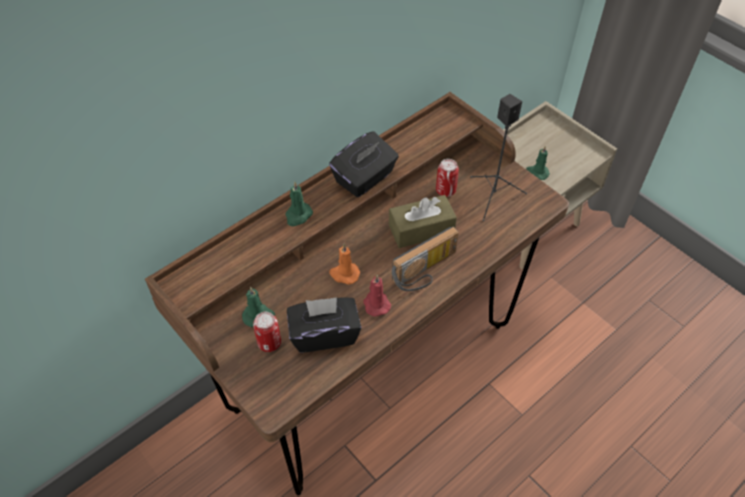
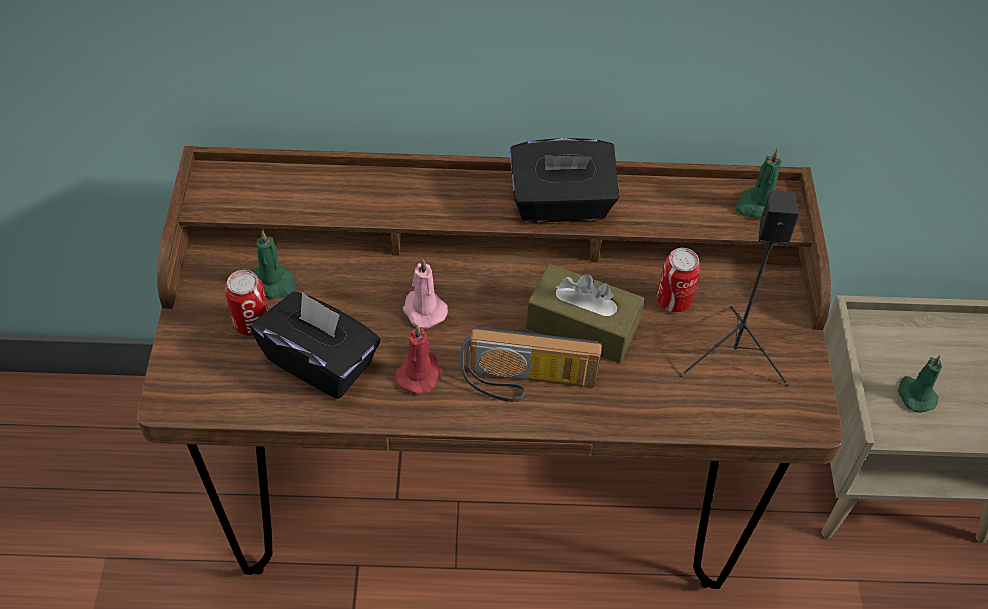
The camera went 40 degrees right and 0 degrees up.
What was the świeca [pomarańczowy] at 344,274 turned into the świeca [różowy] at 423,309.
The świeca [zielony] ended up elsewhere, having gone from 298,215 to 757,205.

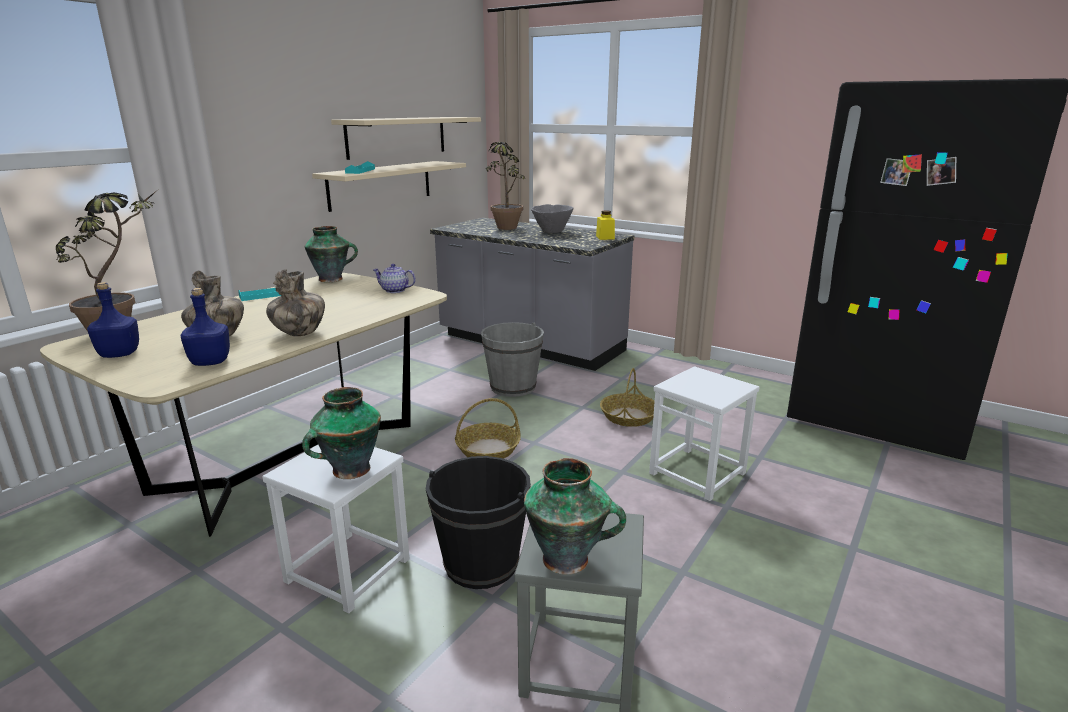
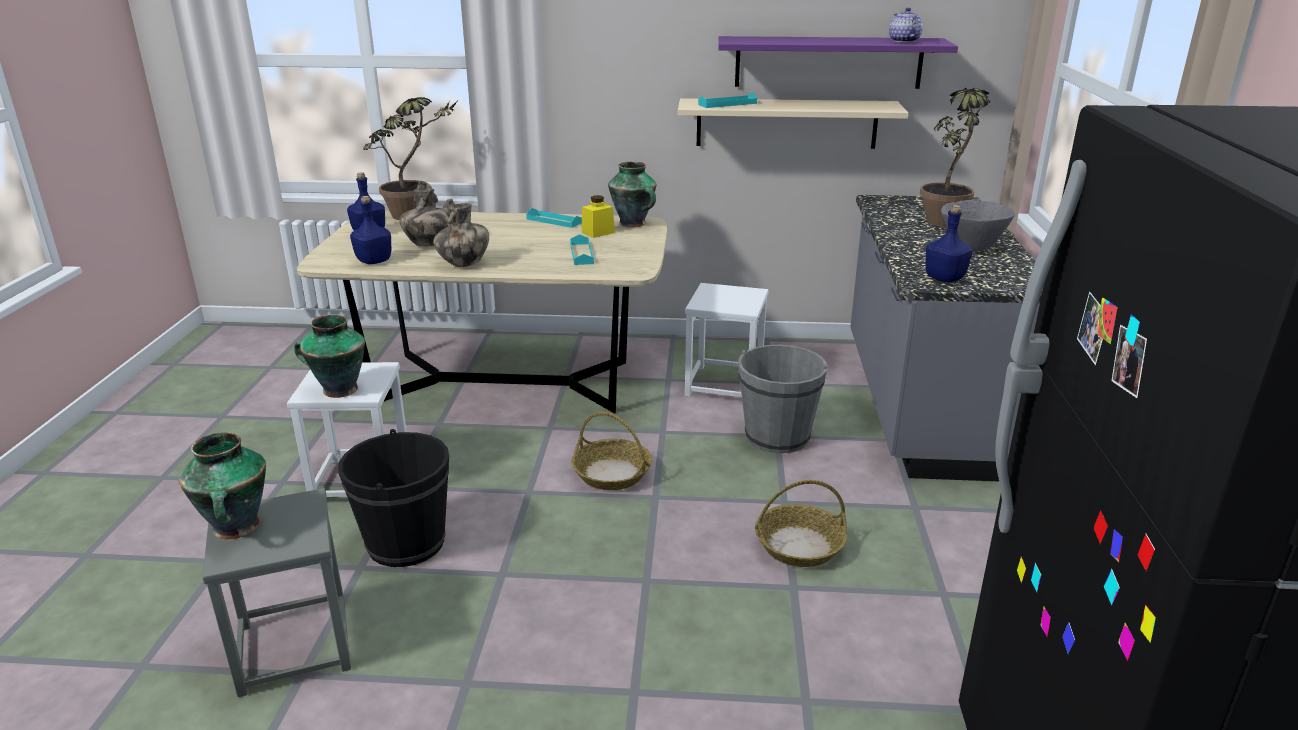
The camera went 60 degrees right and 5 degrees up.
The second view gained the taca [turkusowy] at 581,254.
The słoik [żółty] ended up elsewhere, having gone from 605,237 to 598,232.
The stołek [biały] ended up elsewhere, having gone from 698,473 to 725,385.
What was the półka [beżowy] at 397,136 turned into the półka [fioletowy] at 828,62.
The imbryk ended up elsewhere, having gone from 394,290 to 903,41.
The second view gained the butelka [niebieski] at 944,279.

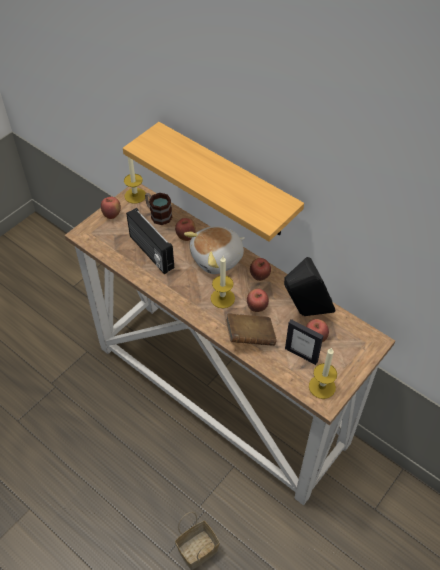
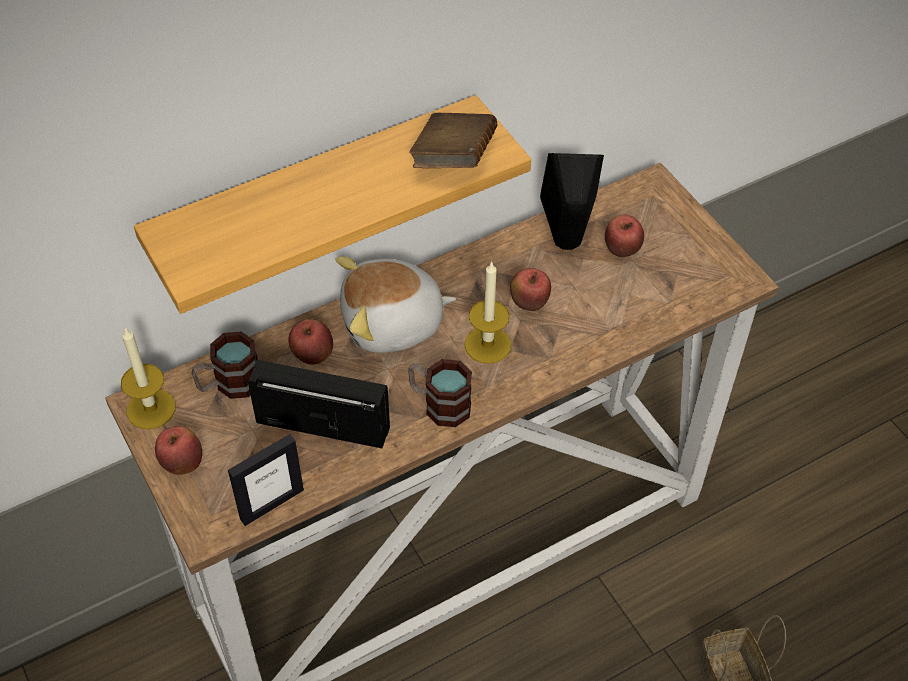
The camera went 70 degrees left and 0 degrees up.
The ramka na zdjęcie ended up elsewhere, having gone from 301,354 to 271,504.
The radio at 150,252 ended up facing another way, 150 degrees counterclockwise from before.
The pluszak at 217,259 ended up facing another way, 90 degrees clockwise from before.
The second view gained the kubek at 439,404.
The książka [brązowy] ended up elsewhere, having gone from 250,337 to 453,159.
The second view lost the jabłko at 259,276.
The second view lost the świeca at 322,386.

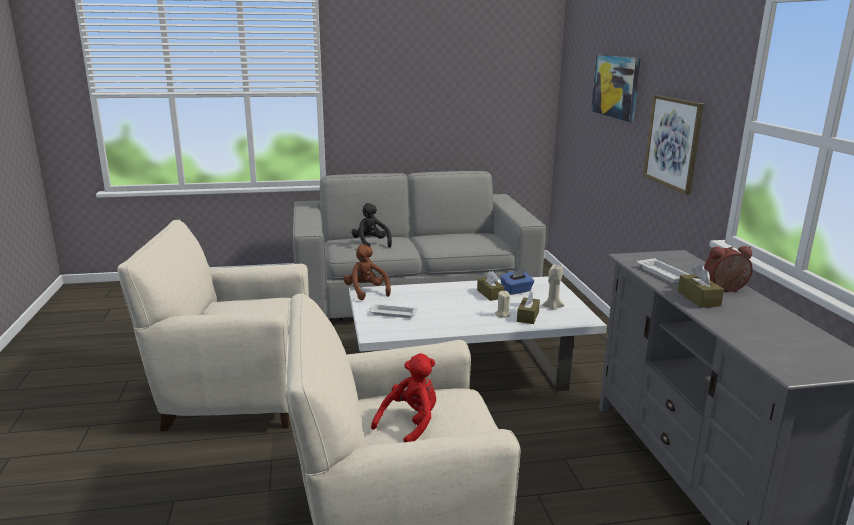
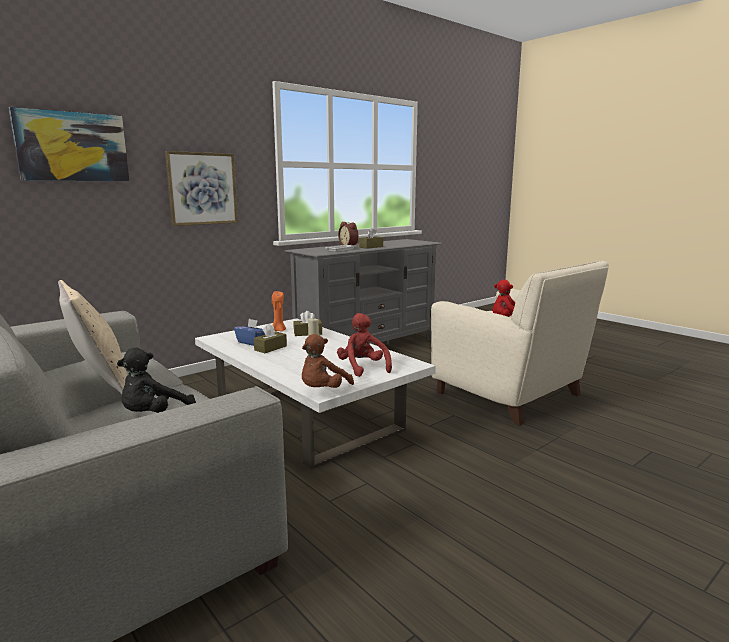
The camera went 120 degrees left and 5 degrees down.
The second view gained the poduszka [beżowy] at 101,389.
What was the świeca [beżowy] at 552,307 turned into the świeca [pomarańczowy] at 278,330.
Where the taca [biały] stood at 392,313, the pluszak [czerwony] came to stand at 363,368.
The second view lost the fotel [beżowy] at 236,393.

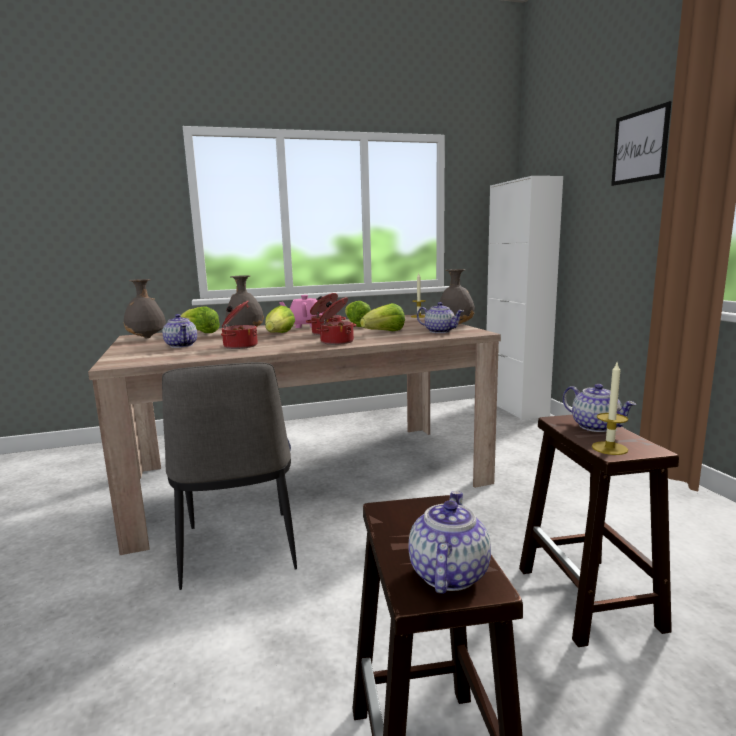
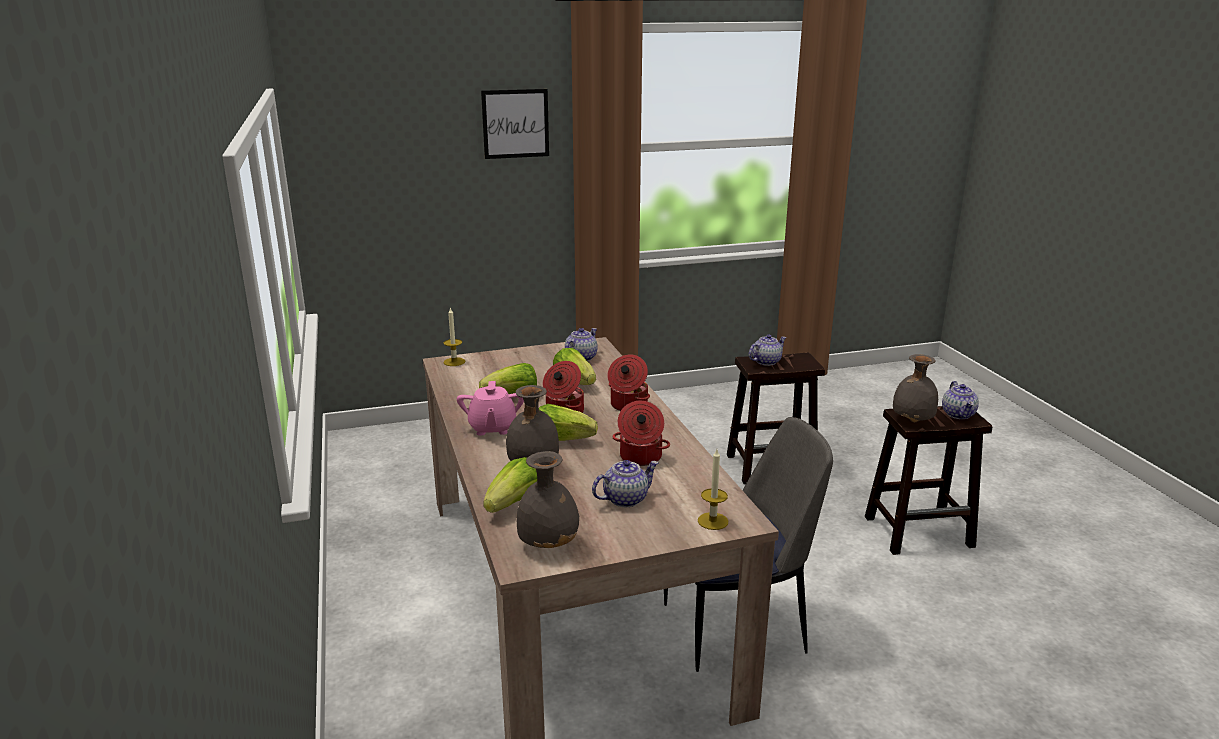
The camera went 90 degrees left and 10 degrees up.
The świeca ended up elsewhere, having gone from 609,448 to 712,521.
The wazon [szary] ended up elsewhere, having gone from 456,326 to 911,420.
The imbryk at 447,573 ended up facing another way, 105 degrees counterclockwise from before.
The second view lost the szafka [biały] at 515,407.

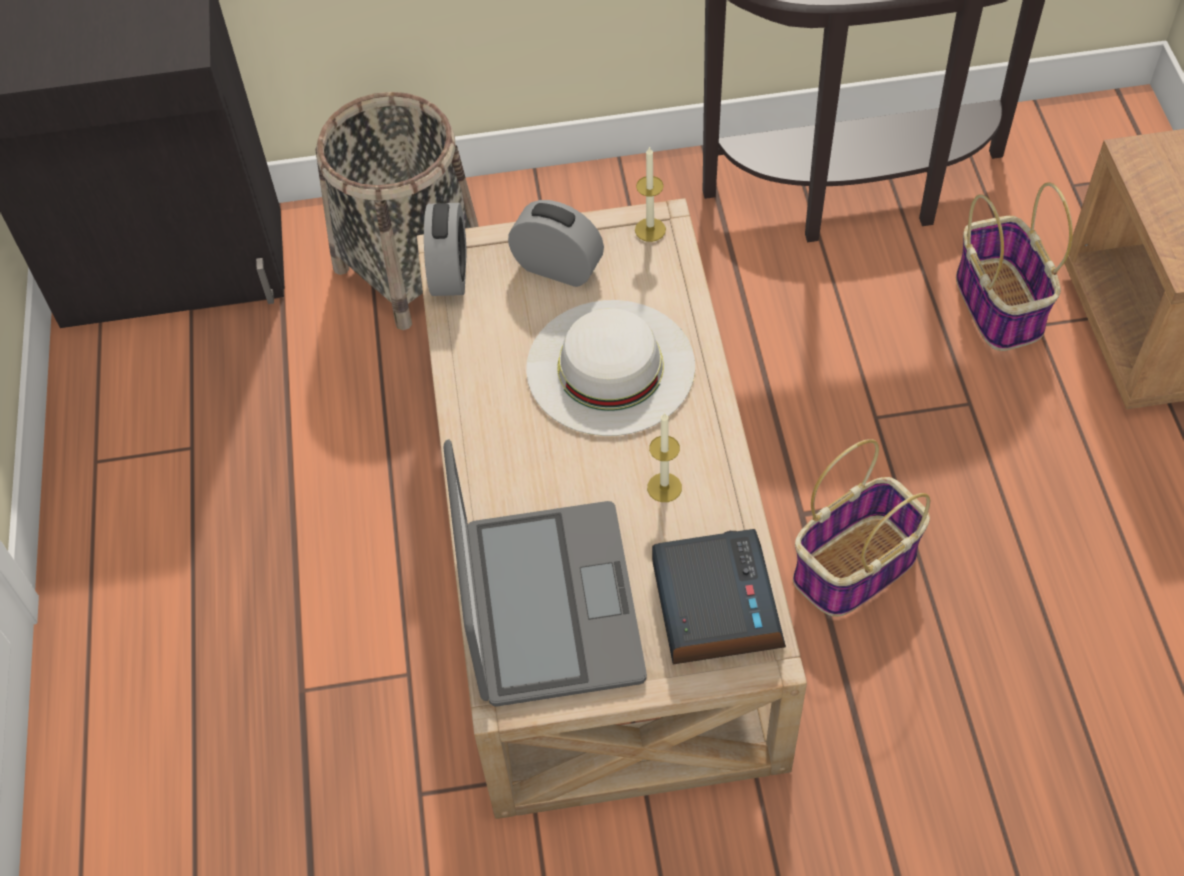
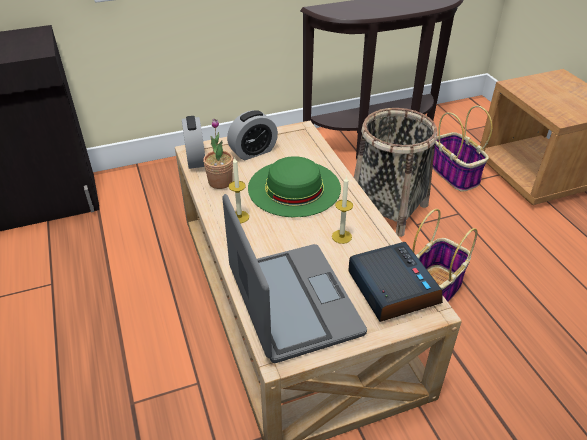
The camera went 15 degrees left and 15 degrees down.
The second view gained the roślina doniczkowa at 220,182.
The budzik at 557,267 ended up facing another way, 135 degrees clockwise from before.
The świeca ended up elsewhere, having gone from 650,230 to 239,217.
What was the kapelusz [biały] at 610,367 turned into the kapelusz [zielony] at 294,187.
The koszyk ended up elsewhere, having gone from 411,268 to 388,209.

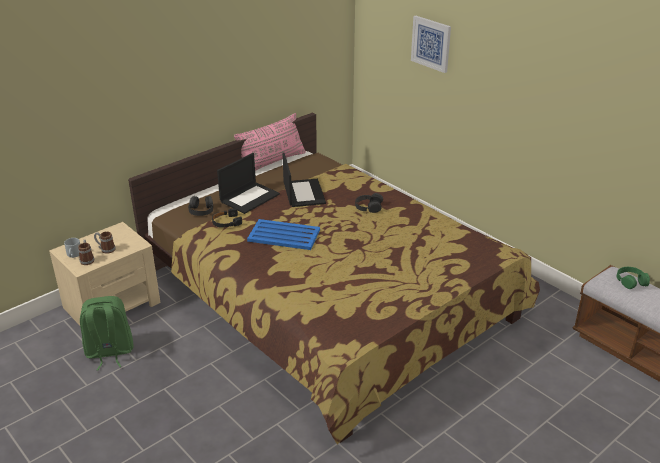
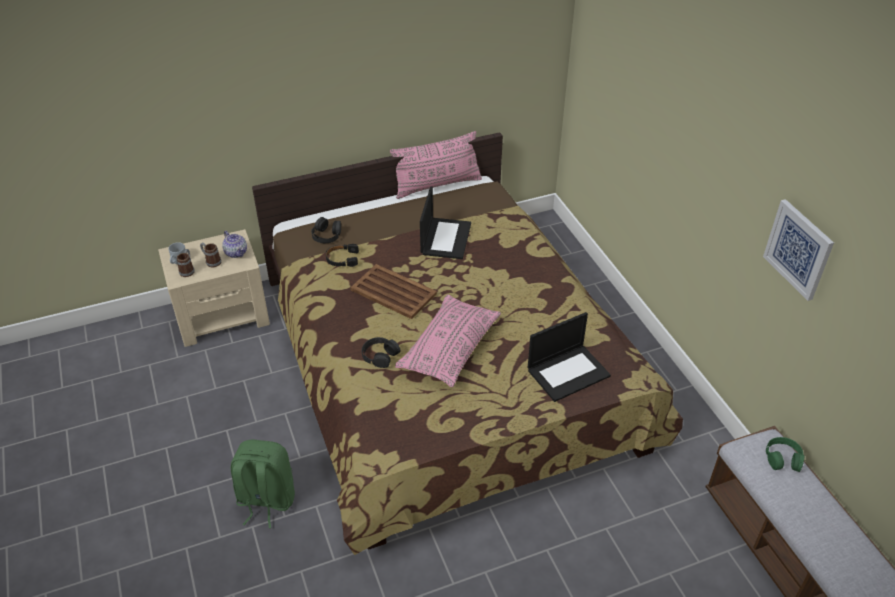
The camera went 20 degrees right and 10 degrees up.
The second view gained the imbryk at 236,252.
The plecak [zielony] ended up elsewhere, having gone from 109,352 to 265,500.
What was the taca [niebieski] at 283,235 turned into the taca [brązowy] at 393,291.
The słuchawki [czarny] ended up elsewhere, having gone from 368,207 to 380,355.
The second view gained the poduszka [różowy] at 449,349.
The laptop ended up elsewhere, having gone from 249,197 to 568,372.
The obraz ended up elsewhere, having gone from 431,43 to 798,249.

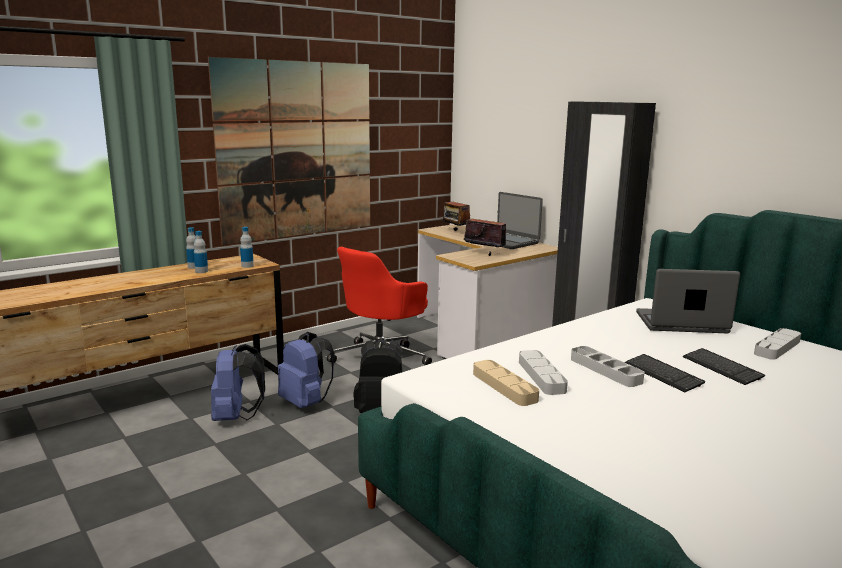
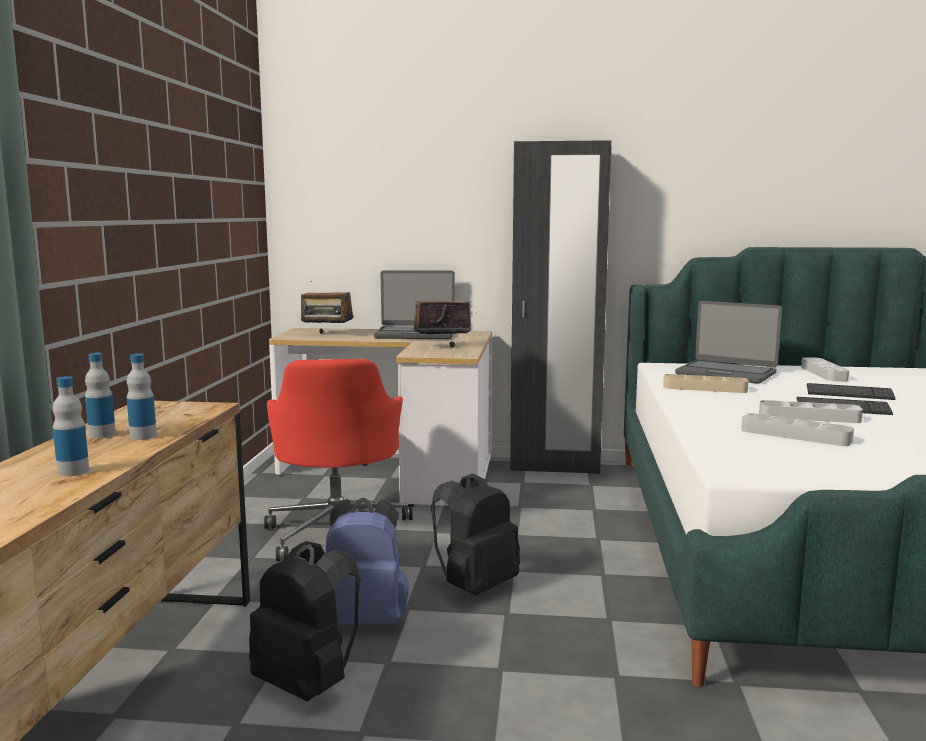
The camera went 45 degrees left and 5 degrees down.
The butelka ended up elsewhere, having gone from 247,266 to 73,471.
What was the plecak [niebieski] at 236,417 turned into the plecak [czarny] at 308,684.
The taca [beżowy] ended up elsewhere, having gone from 504,386 to 704,388.
The laptop at 681,323 ended up facing another way, 105 degrees counterclockwise from before.
The second view lost the obraz at 297,150.

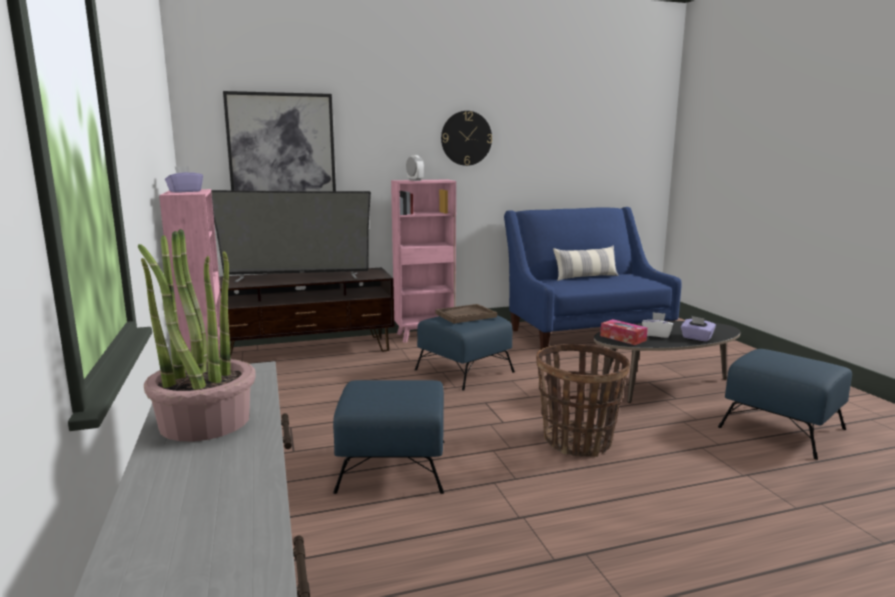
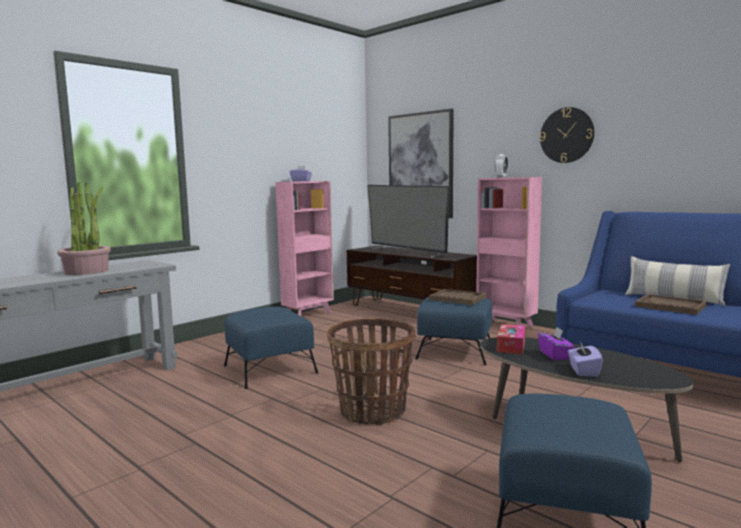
The camera went 60 degrees right and 5 degrees down.
What was the pudełko chusteczek [biały] at 656,335 turned into the pudełko chusteczek [fioletowy] at 555,355.
The second view gained the taca [brązowy] at 670,306.

